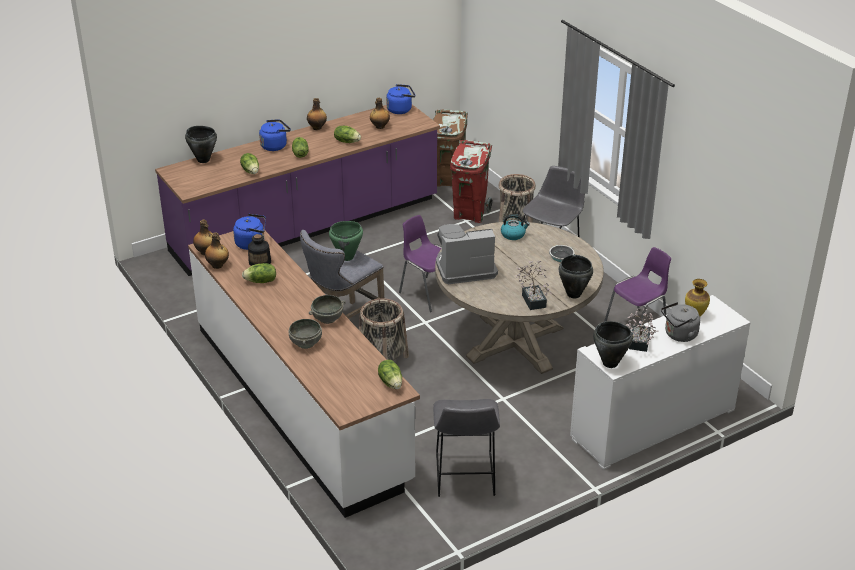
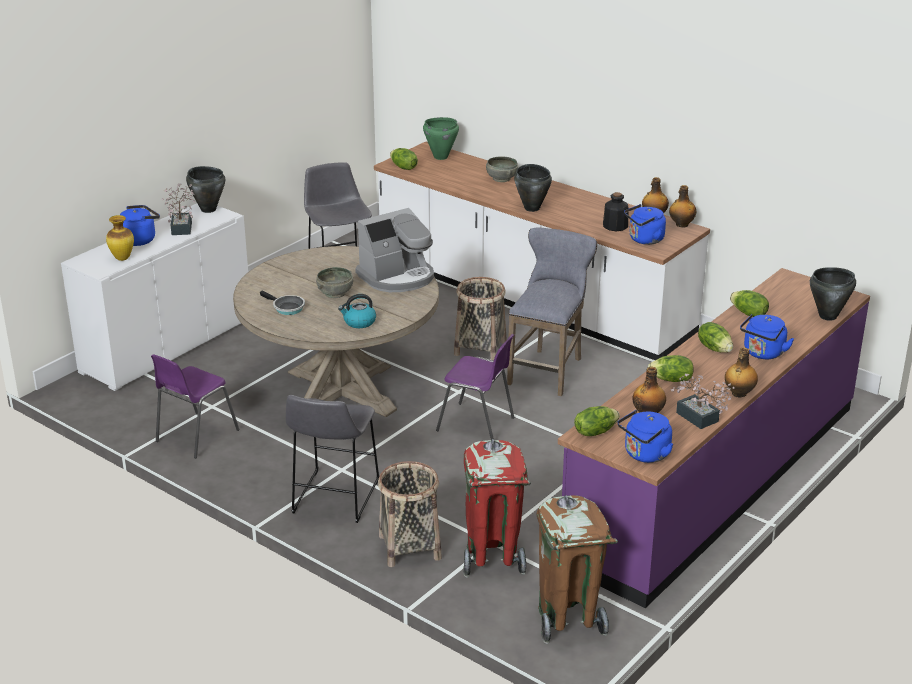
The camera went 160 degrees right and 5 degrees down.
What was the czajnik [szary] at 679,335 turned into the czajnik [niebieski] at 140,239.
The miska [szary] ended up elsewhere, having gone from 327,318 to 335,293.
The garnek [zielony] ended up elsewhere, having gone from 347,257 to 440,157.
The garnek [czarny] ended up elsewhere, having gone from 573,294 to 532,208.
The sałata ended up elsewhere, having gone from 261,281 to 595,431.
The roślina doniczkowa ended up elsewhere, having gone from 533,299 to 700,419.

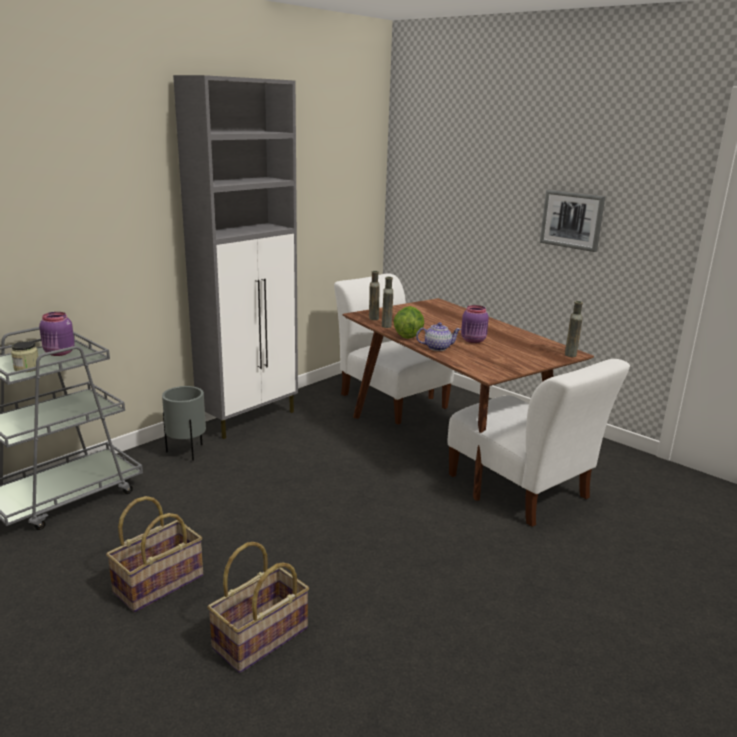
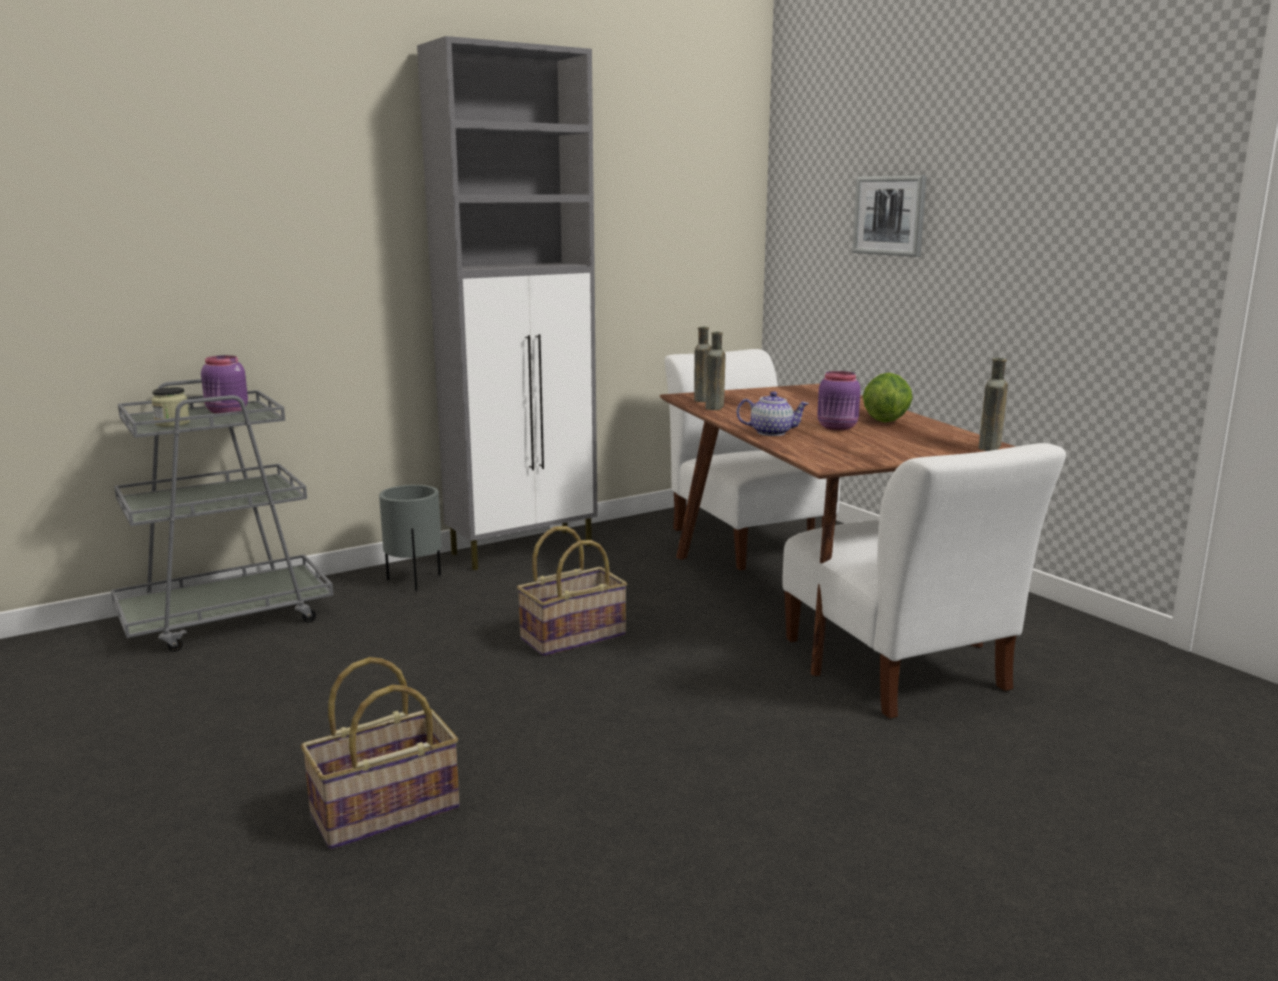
The camera went 15 degrees right and 5 degrees down.
The koszyk ended up elsewhere, having gone from 158,583 to 573,636.
The obraz ended up elsewhere, having gone from 572,220 to 890,215.
The sałata ended up elsewhere, having gone from 408,336 to 885,421.

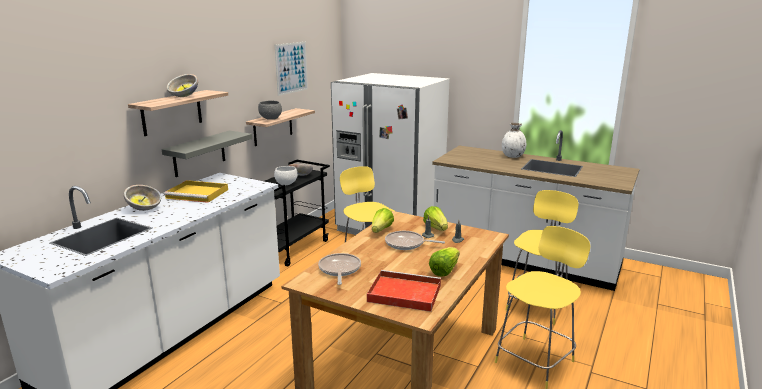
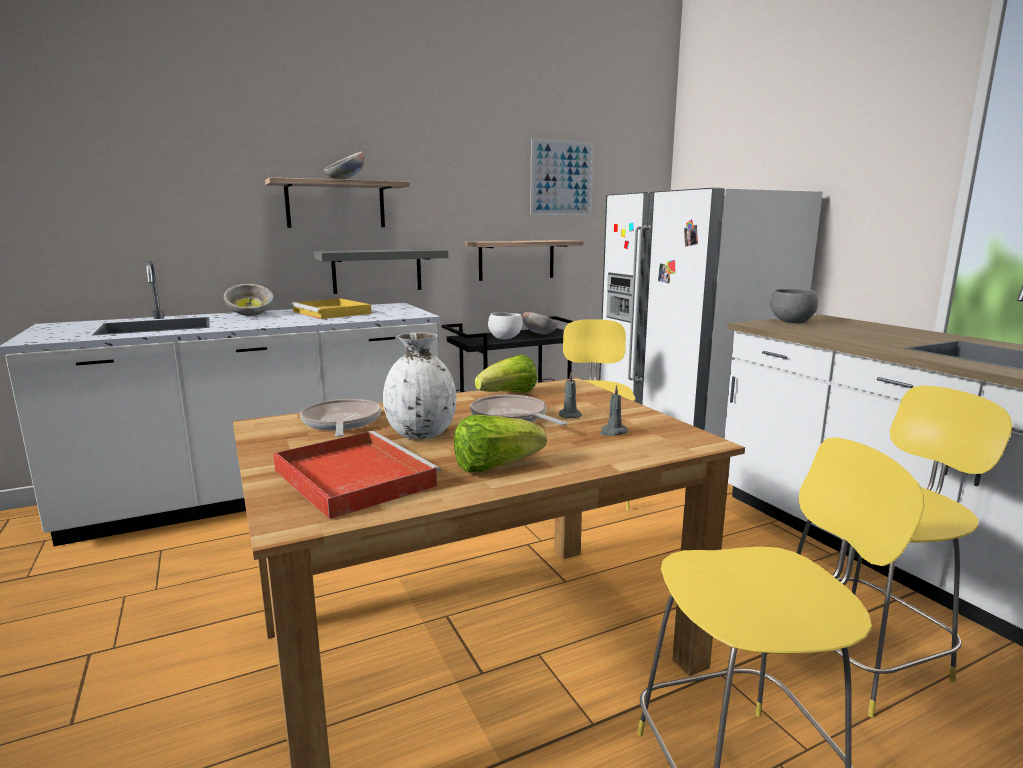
The camera went 35 degrees right and 5 degrees down.
The patelnia at 339,270 ended up facing another way, 45 degrees counterclockwise from before.
The wazon [biały] ended up elsewhere, having gone from 512,156 to 420,434.
The miska [szary] ended up elsewhere, having gone from 271,119 to 793,322.
The second view lost the sałata at 436,228.

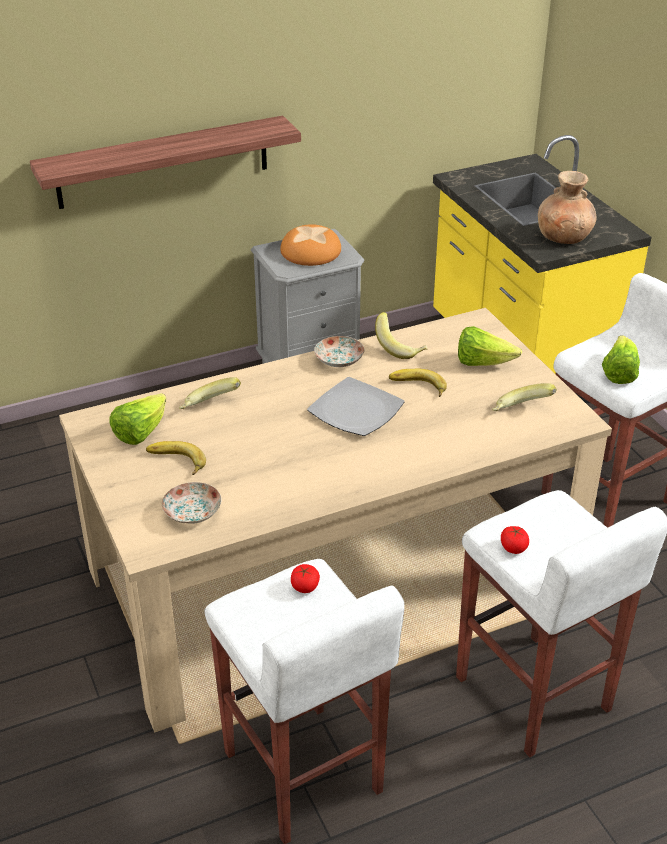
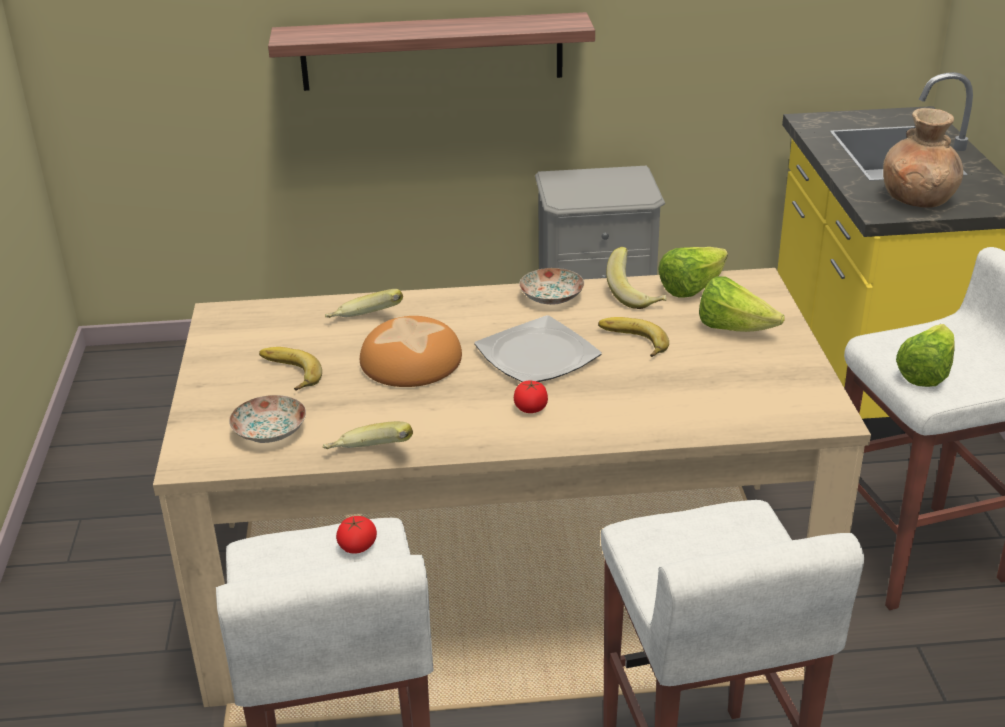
The camera went 20 degrees right and 5 degrees down.
The banan ended up elsewhere, having gone from 521,412 to 369,458.
The chleb ended up elsewhere, having gone from 310,251 to 411,360.
The pomidor ended up elsewhere, having gone from 513,547 to 531,407.
The sałata ended up elsewhere, having gone from 140,432 to 691,288.

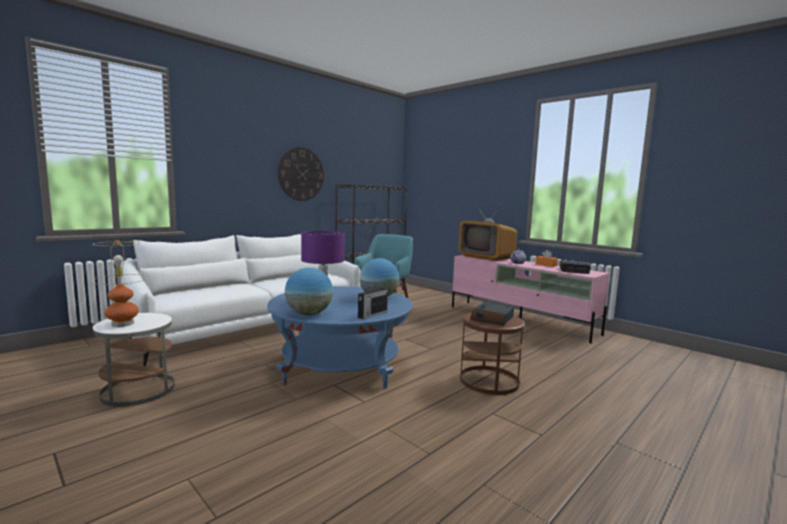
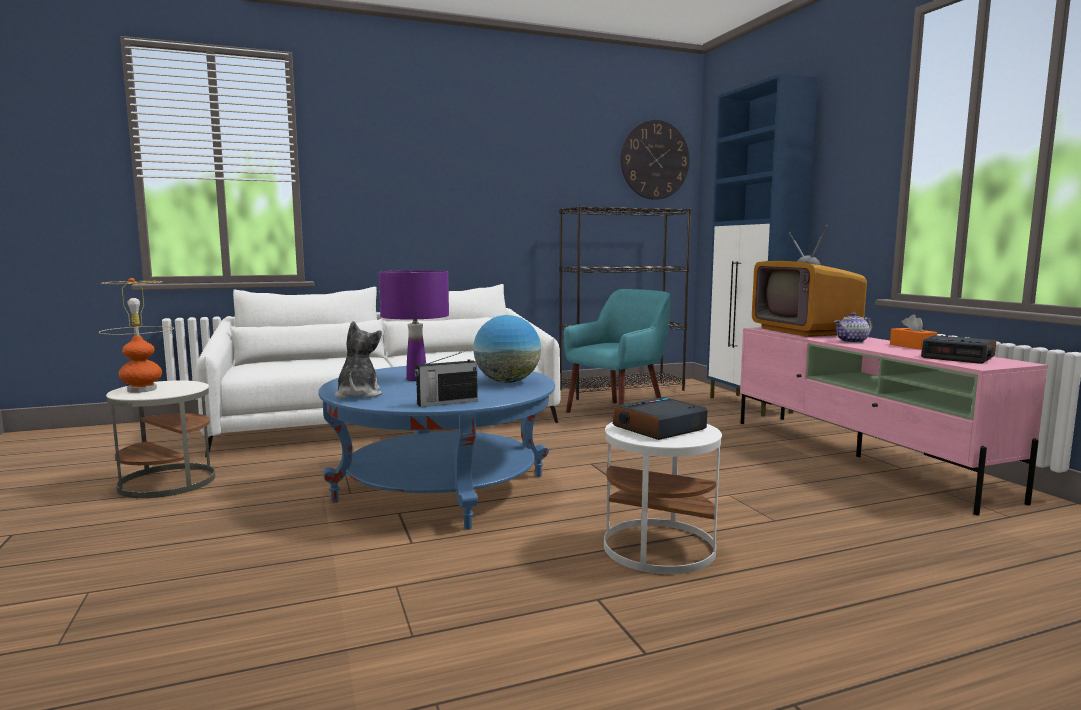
The camera went 25 degrees right and 0 degrees up.
Where the globus stood at 308,314, the pluszak came to stand at 358,395.
What was the stolik [brązowy] at 489,381 turned into the stolik [biały] at 659,548.
The zegar ścienny ended up elsewhere, having gone from 301,174 to 654,160.
The second view gained the szafka [niebieski] at 750,405.

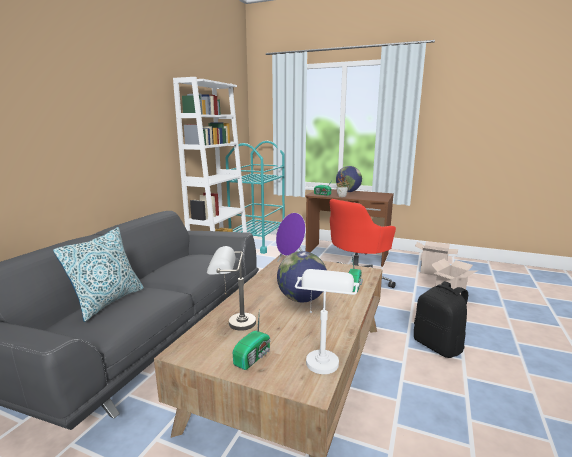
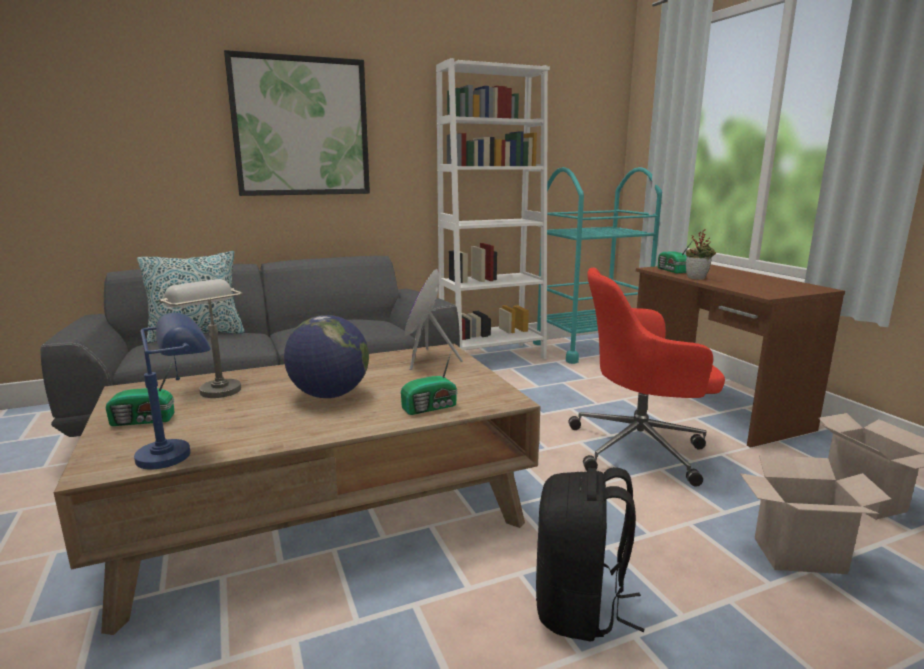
The camera went 45 degrees right and 0 degrees up.
What was the lampa stołowa [biały] at 322,356 turned into the lampa stołowa [niebieski] at 182,452.
The second view gained the obraz at 301,127.
The second view lost the globus at 348,192.

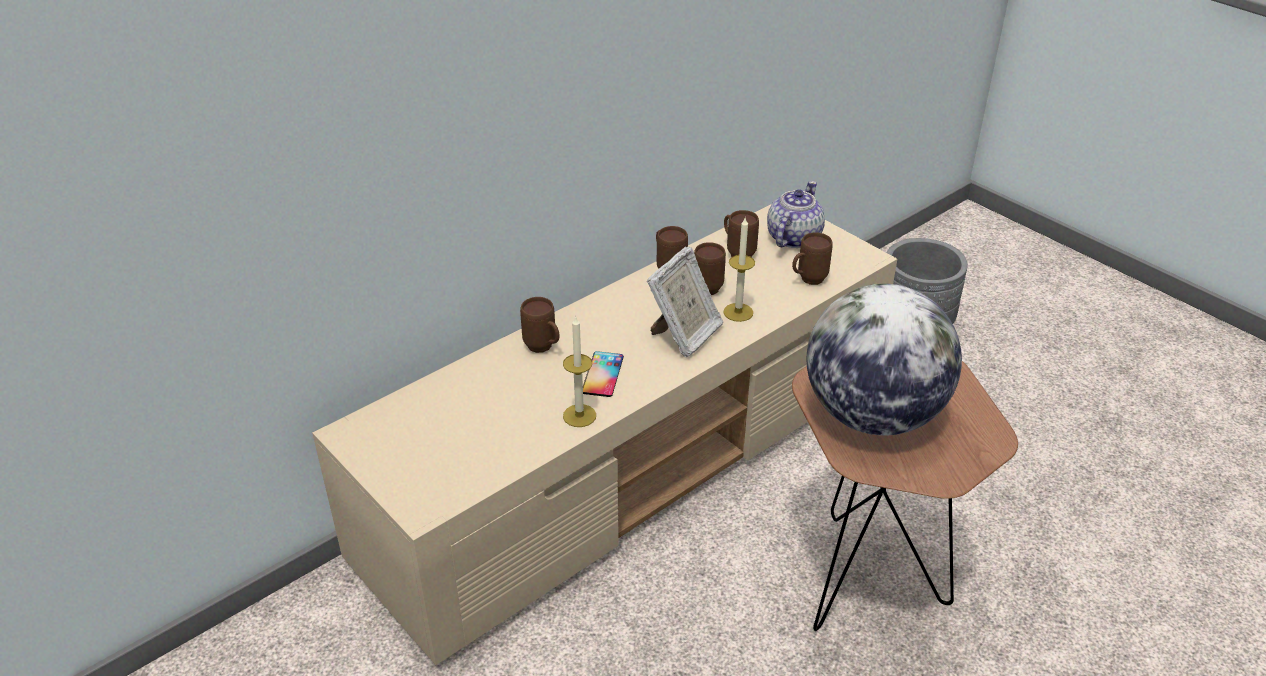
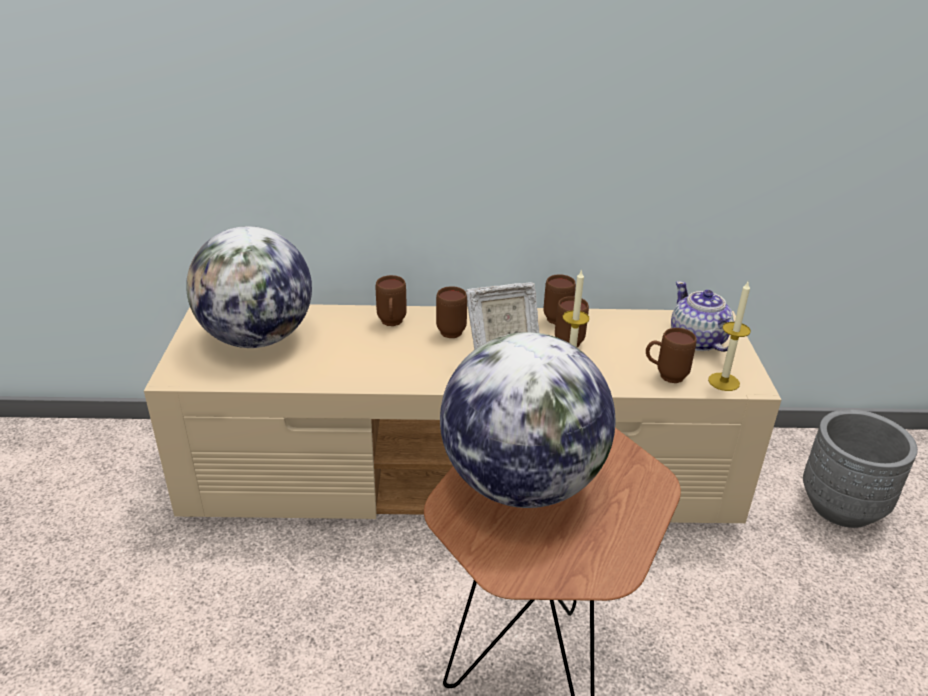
The camera went 40 degrees right and 5 degrees down.
The second view gained the globus at 257,338.
The kubek [brązowy] ended up elsewhere, having gone from 737,253 to 451,329.
The imbryk at 792,238 ended up facing another way, 90 degrees counterclockwise from before.
The świeca ended up elsewhere, having gone from 579,415 to 723,382.
The second view lost the telefon at 602,374.

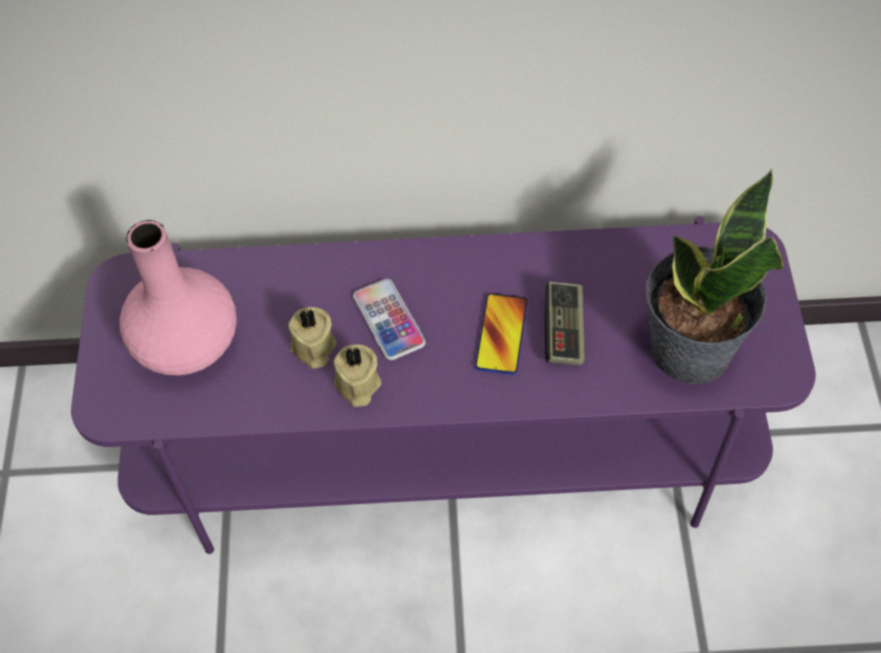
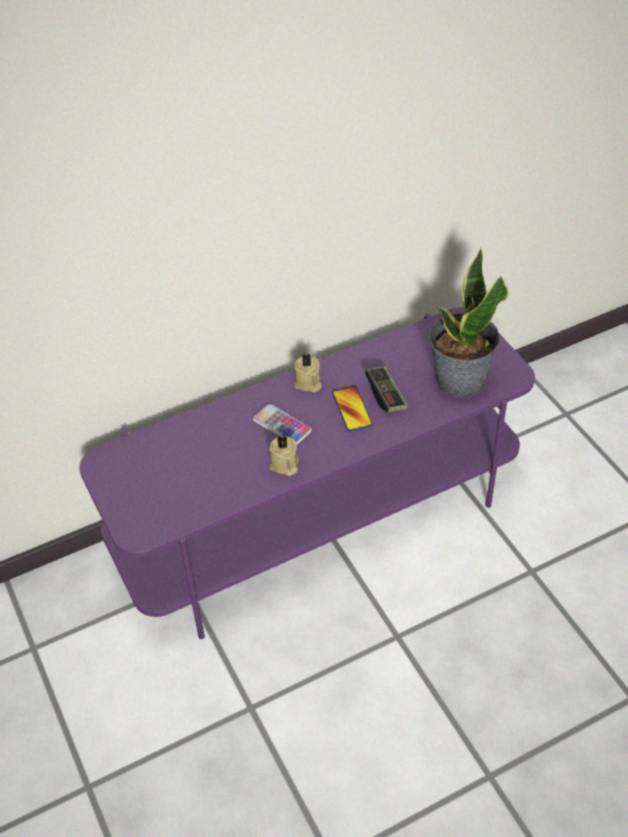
The camera went 25 degrees left and 10 degrees down.
The świeca [beżowy] ended up elsewhere, having gone from 313,348 to 308,383.
The second view lost the wazon [różowy] at 186,344.

